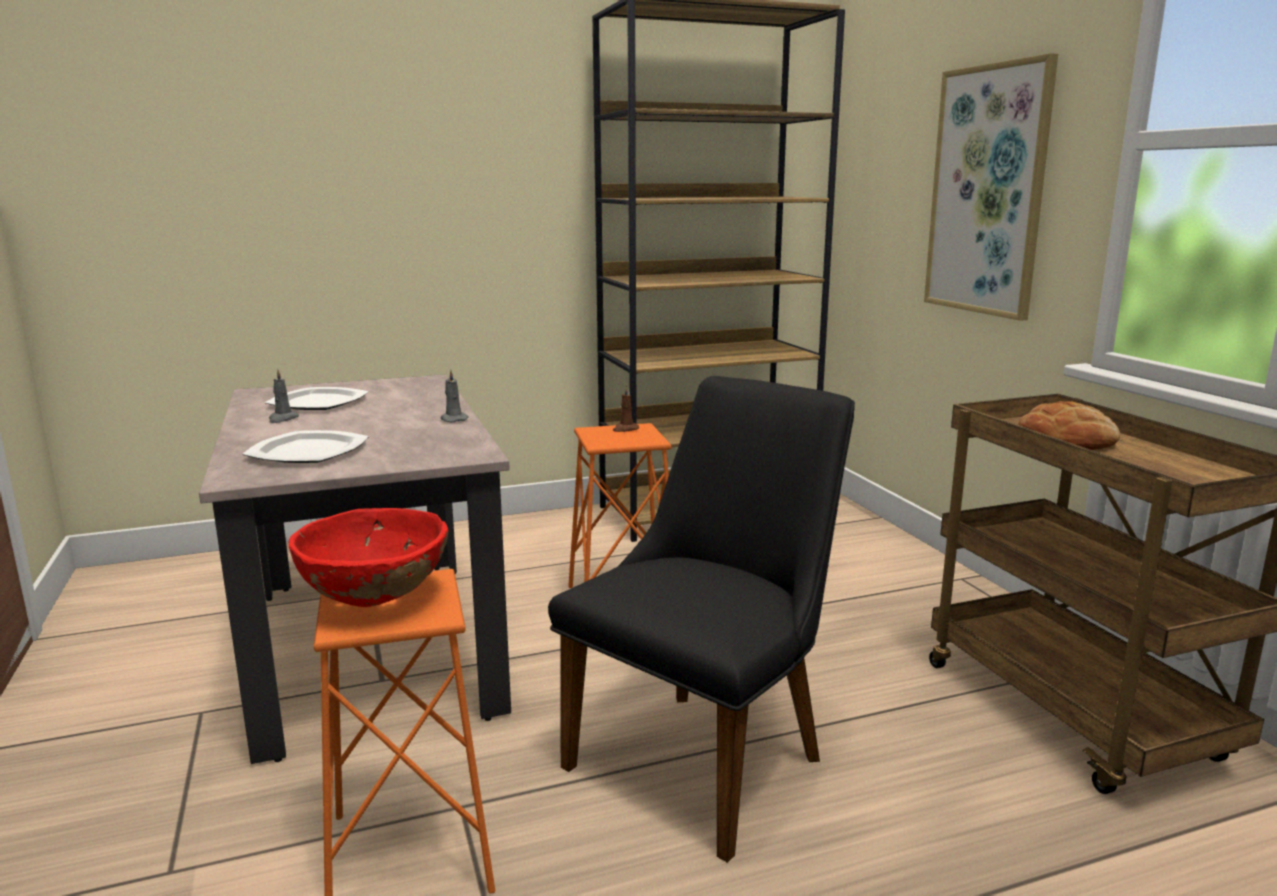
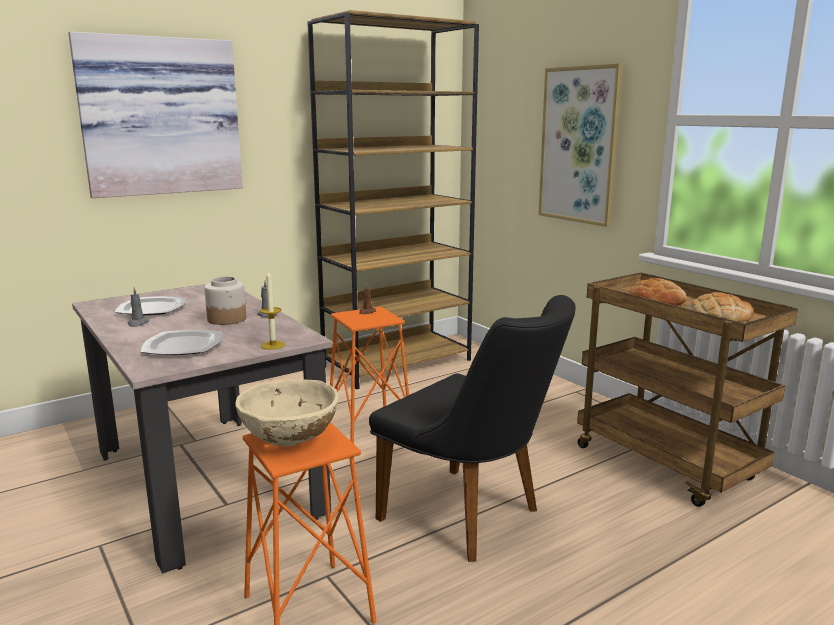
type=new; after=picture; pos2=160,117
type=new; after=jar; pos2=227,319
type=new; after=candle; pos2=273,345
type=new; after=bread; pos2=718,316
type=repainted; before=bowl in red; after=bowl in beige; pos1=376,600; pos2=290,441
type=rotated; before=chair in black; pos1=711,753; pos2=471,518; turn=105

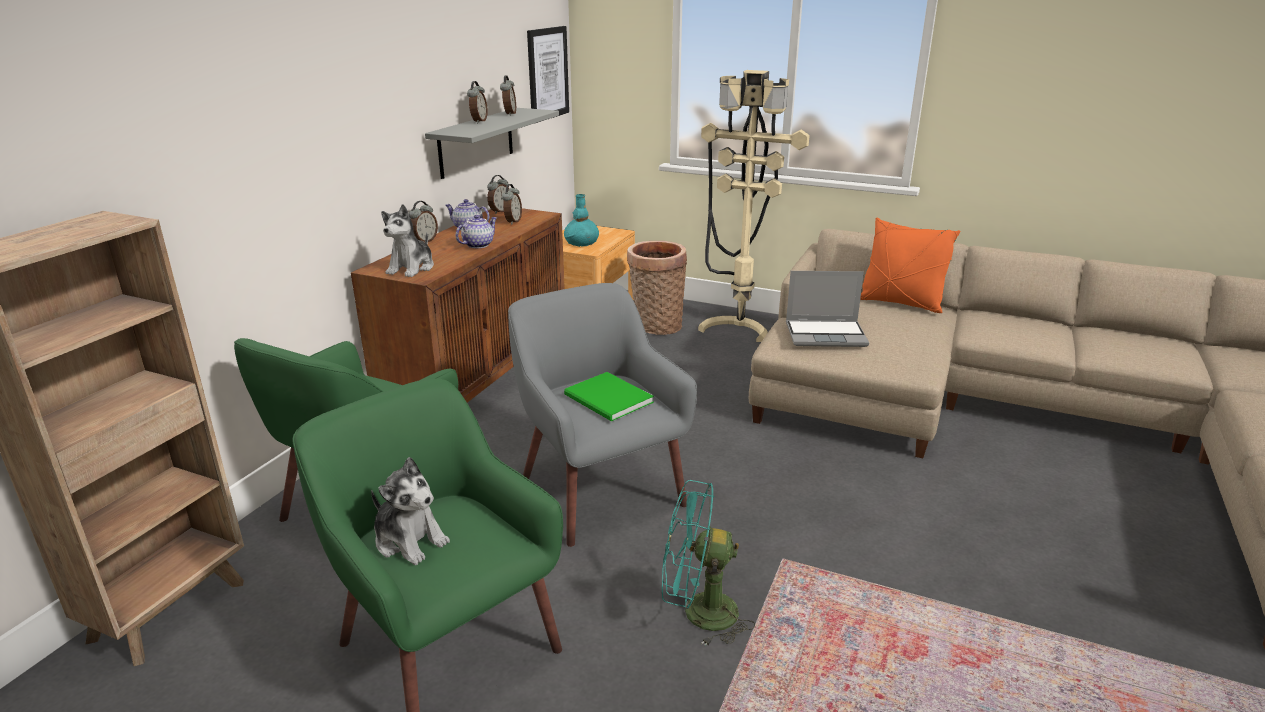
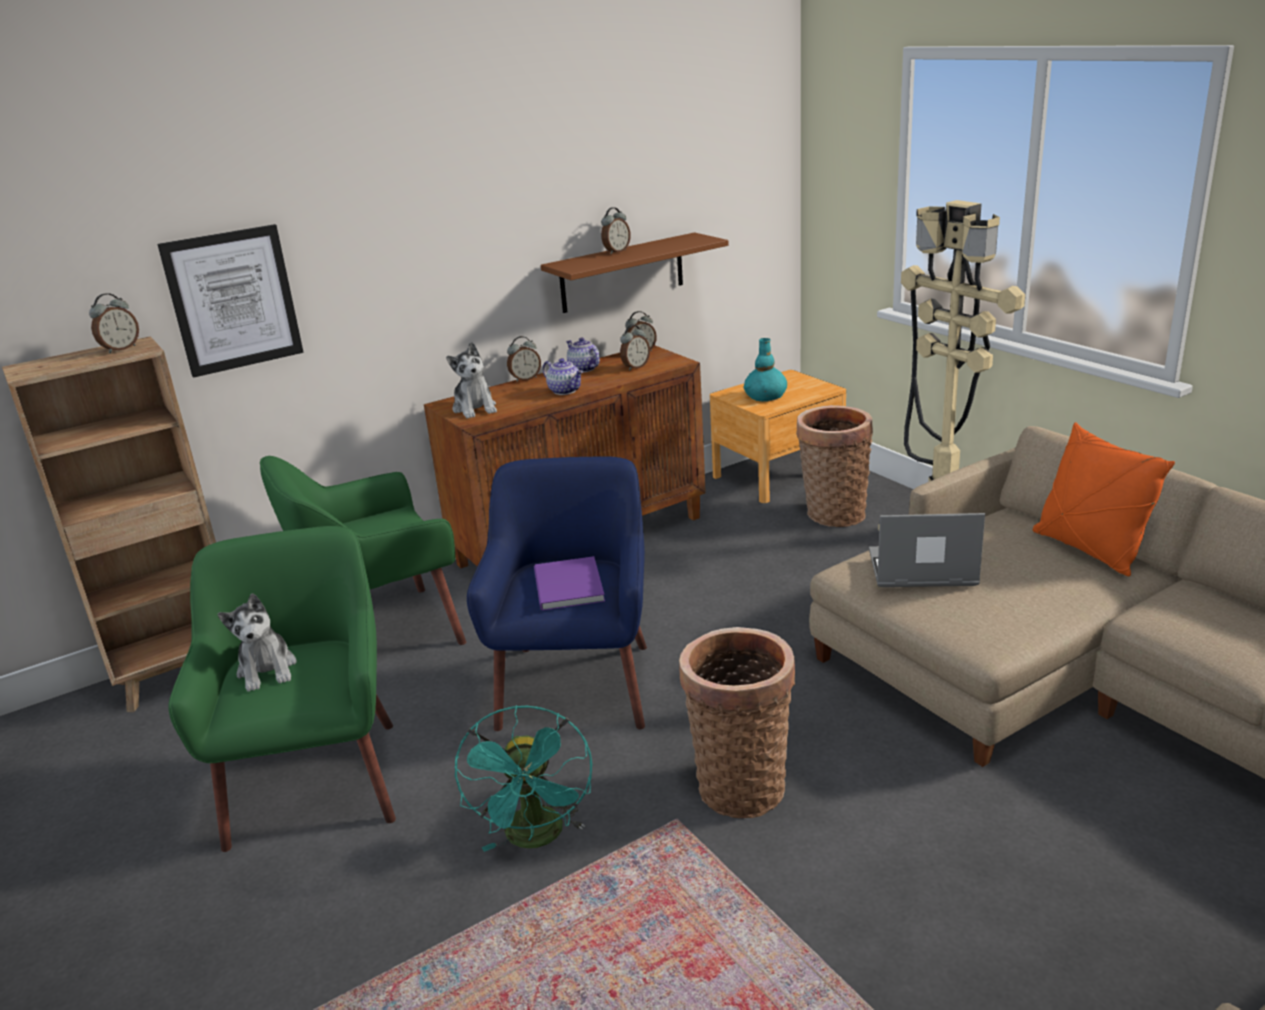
type=new; after=basket; pos2=740,784
type=shifted; before=alarm clock; pos1=509,114; pos2=120,349
type=shifted; before=picture; pos1=547,73; pos2=233,300
type=repainted; before=shelf in grey; after=shelf in brown; pos1=476,142; pos2=622,273
type=repainted; before=armchair in grey; after=armchair in blue; pos1=599,490; pos2=577,684
type=repainted; before=book in green; after=book in purple; pos1=608,400; pos2=566,587
type=rotated; before=plush toy; pos1=412,268; pos2=475,408; turn=-75
type=rotated; before=teapot; pos1=478,245; pos2=565,391; turn=60
type=rotated; before=fan in turquoise; pos1=698,613; pos2=537,838; turn=-135
type=rotated; before=laptop; pos1=826,334; pos2=920,570; turn=150

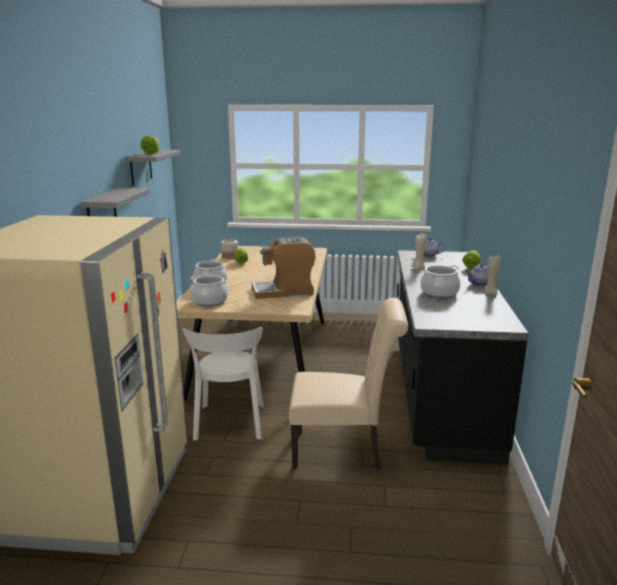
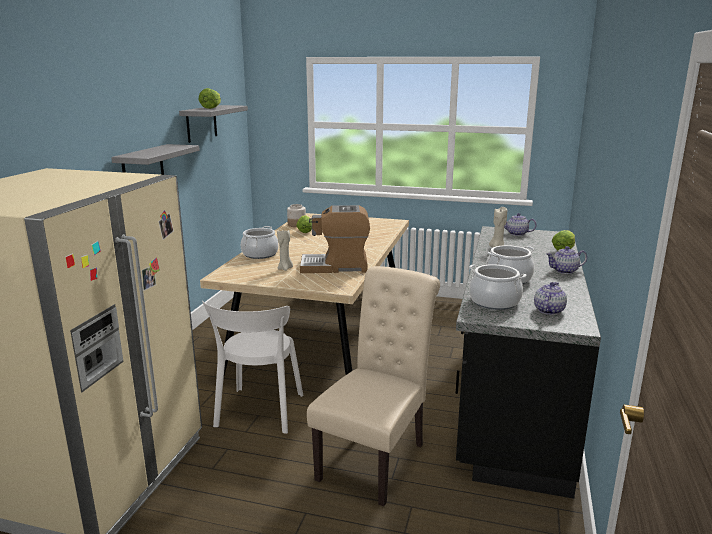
type=new; after=teapot; pos2=548,310
type=shifted; before=cooking pot; pos1=210,301; pos2=494,302
type=shifted; before=candle in beige; pos1=491,293; pos2=285,268
type=rotated; before=chair in beige; pos1=343,450; pos2=376,457; turn=-75

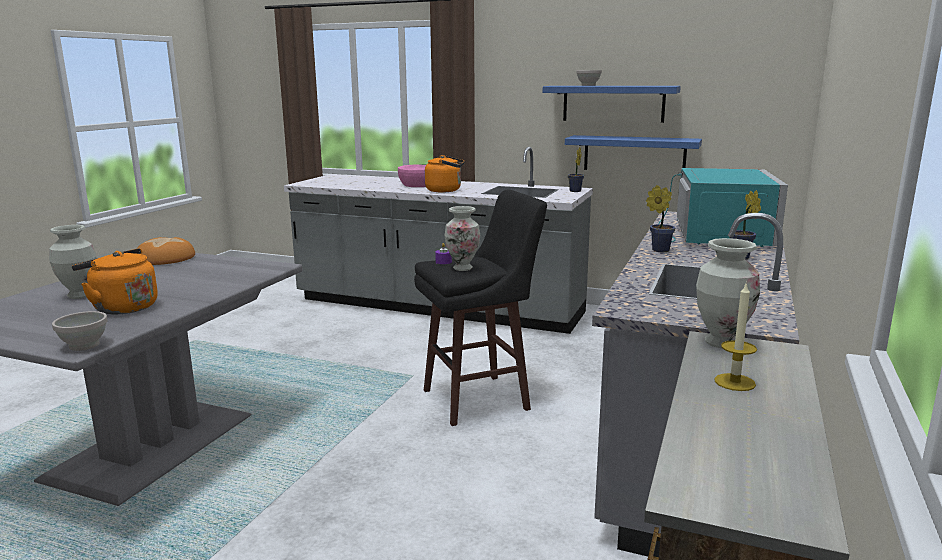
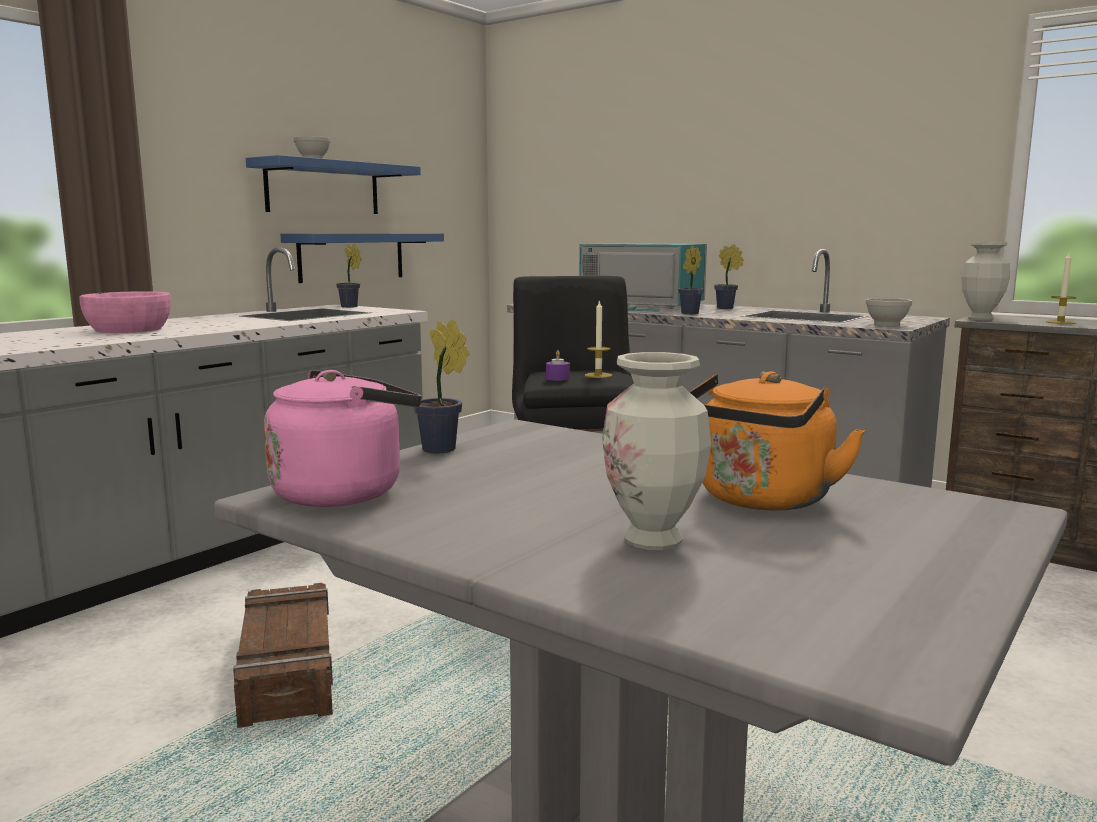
type=gone; before=kettle in orange; pos1=446,190
type=new; after=crate; pos2=289,668
type=new; after=potted plant; pos2=442,450
type=shifted; before=bowl in white; pos1=85,345; pos2=886,325
type=swapped; before=bread; after=kettle in pink; pos1=165,258; pos2=345,492
type=swapped; before=vase; after=candle; pos1=462,268; pos2=598,375

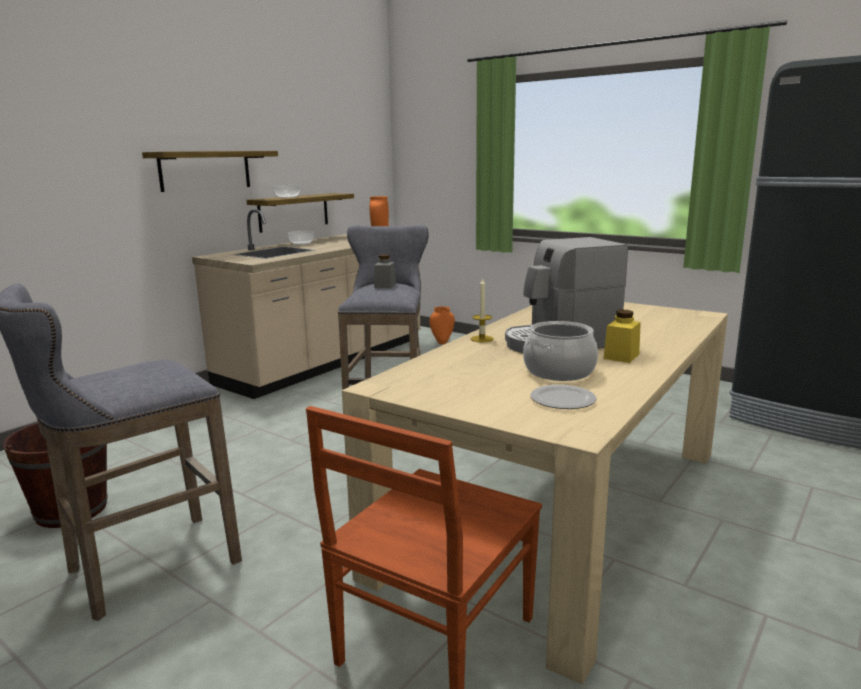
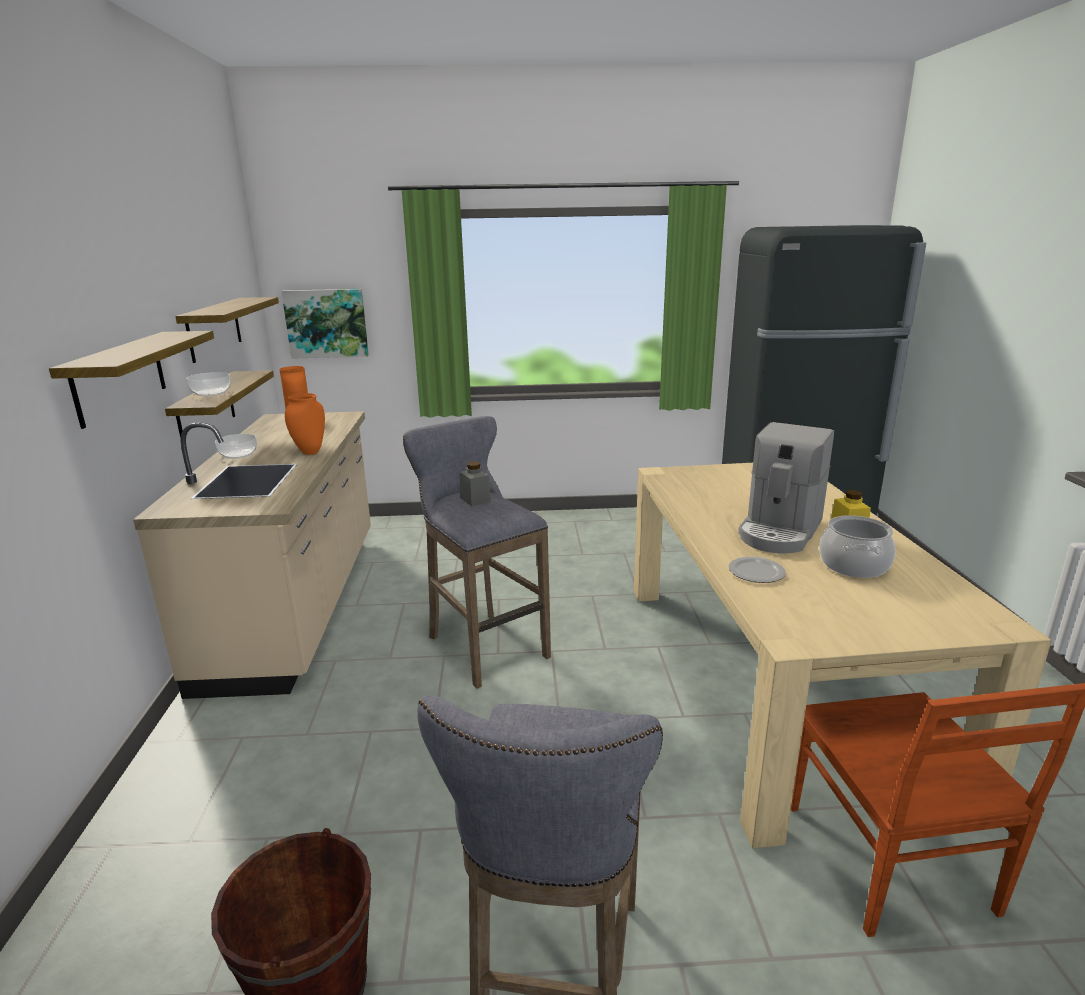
type=gone; before=candle; pos1=482,339
type=new; after=shelf; pos2=214,328
type=new; after=picture; pos2=326,323
type=shifted; before=vase in orange; pos1=442,342; pos2=309,452
type=shifted; before=plate; pos1=561,400; pos2=756,572

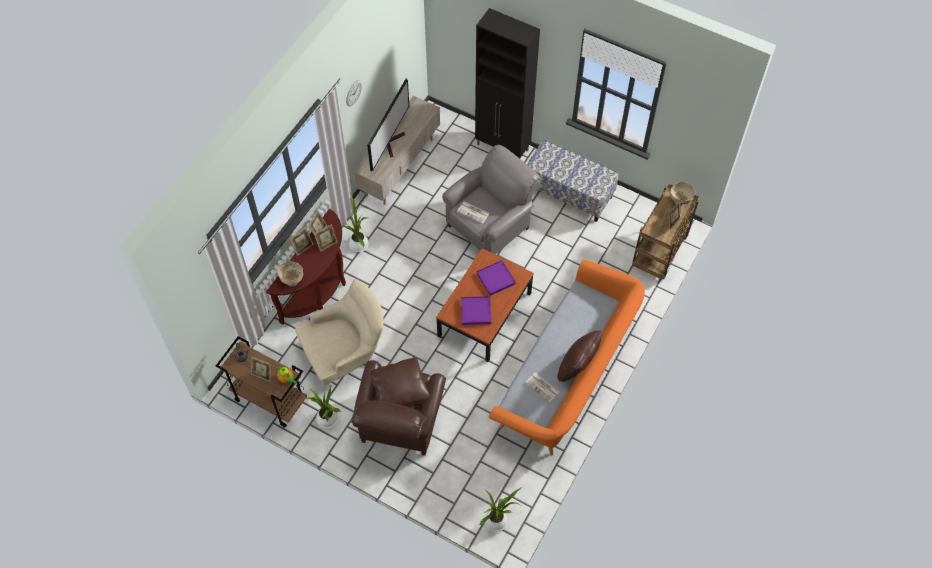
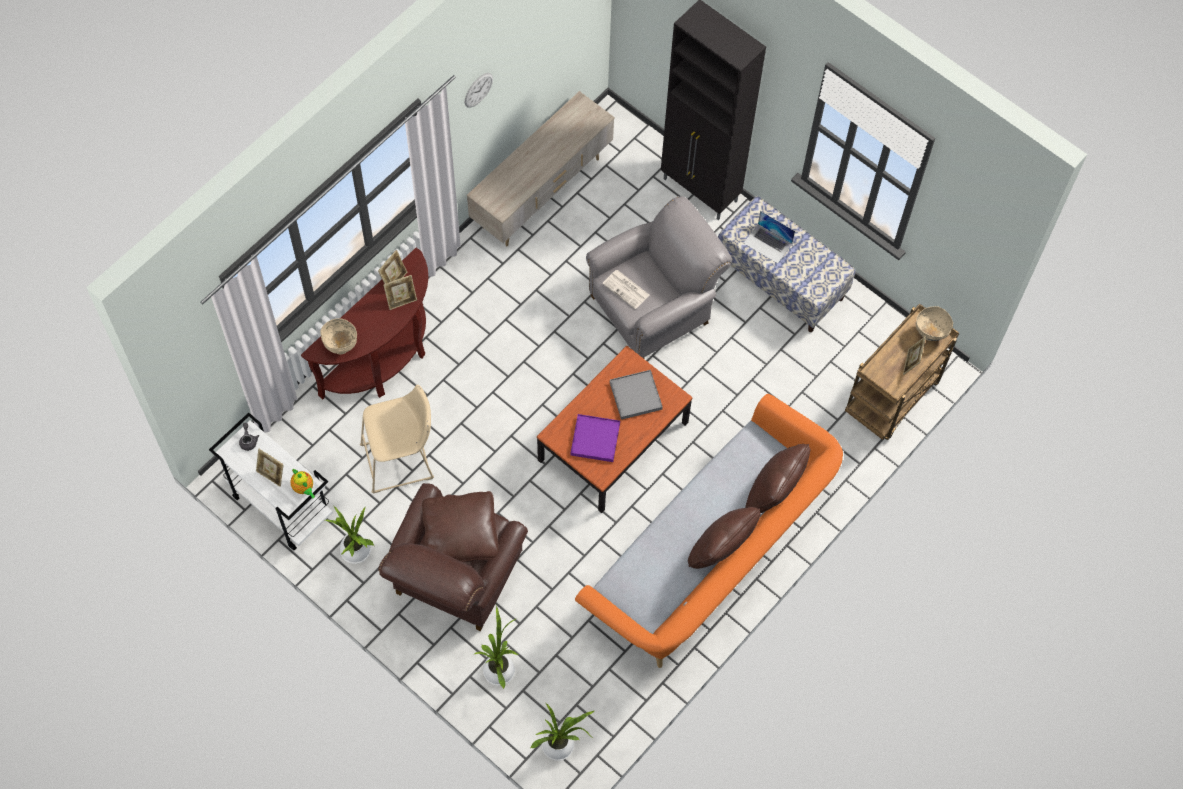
type=gone; before=picture frame; pos1=303,247
type=gone; before=television; pos1=392,142
type=gone; before=newspaper; pos1=542,387
type=new; after=laptop; pos2=768,243
type=new; after=pillow in brown; pos2=774,492
type=shifted; before=potted plant; pos1=359,243; pos2=499,668
type=swapped; before=armchair in beige; after=stool in beige; pos1=345,354; pos2=401,461
type=repainted; before=cart in brown; after=cart in white; pos1=269,399; pos2=281,505
type=repainted; before=tray in purple; after=tray in grey; pos1=496,278; pos2=635,395

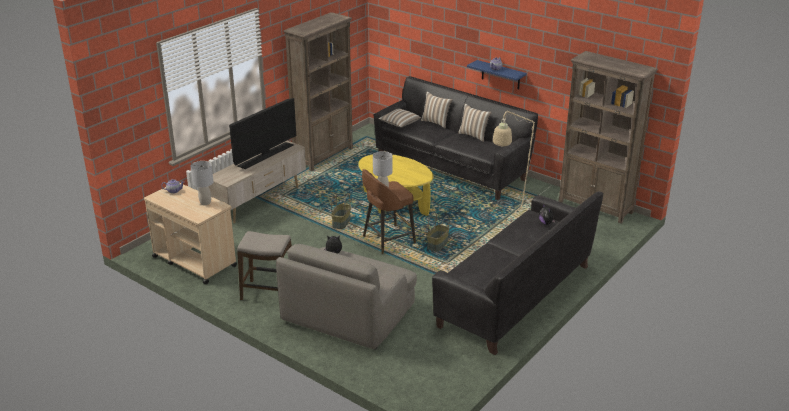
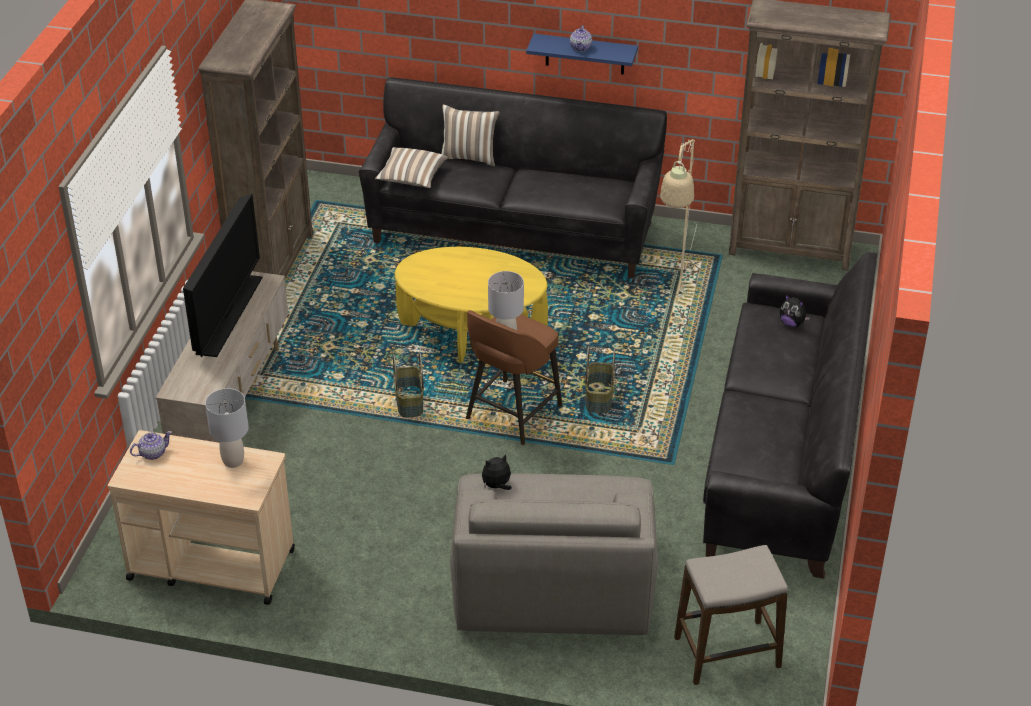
type=gone; before=pillow; pos1=474,135
type=shifted; before=stool; pos1=268,293; pos2=726,652

